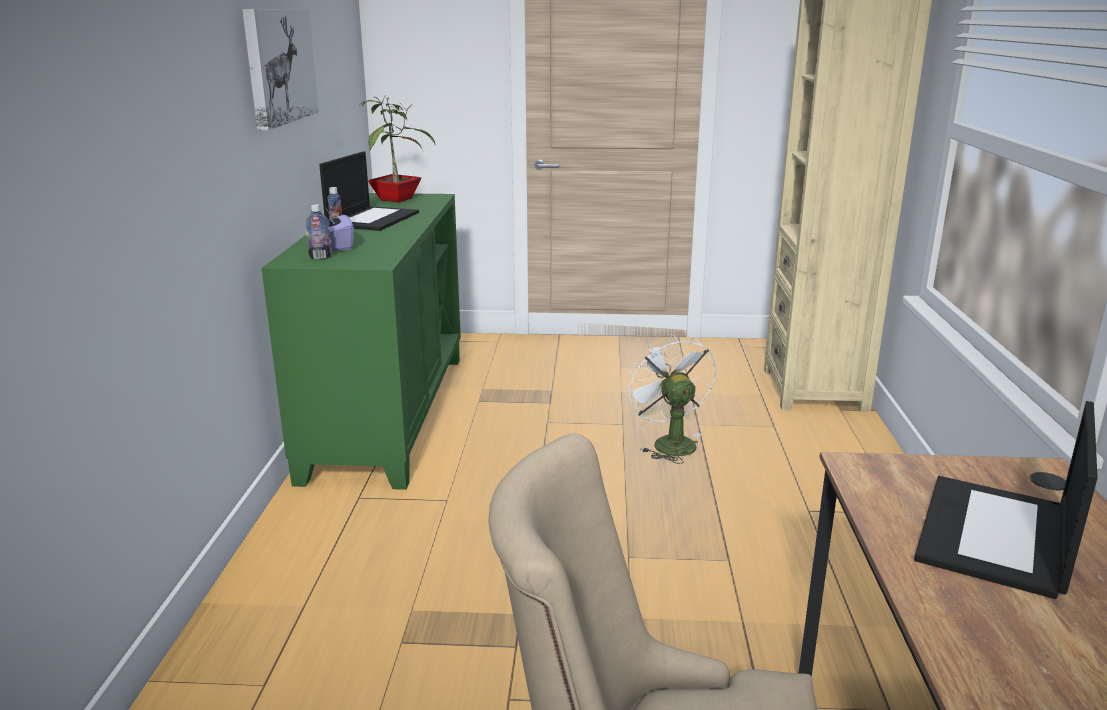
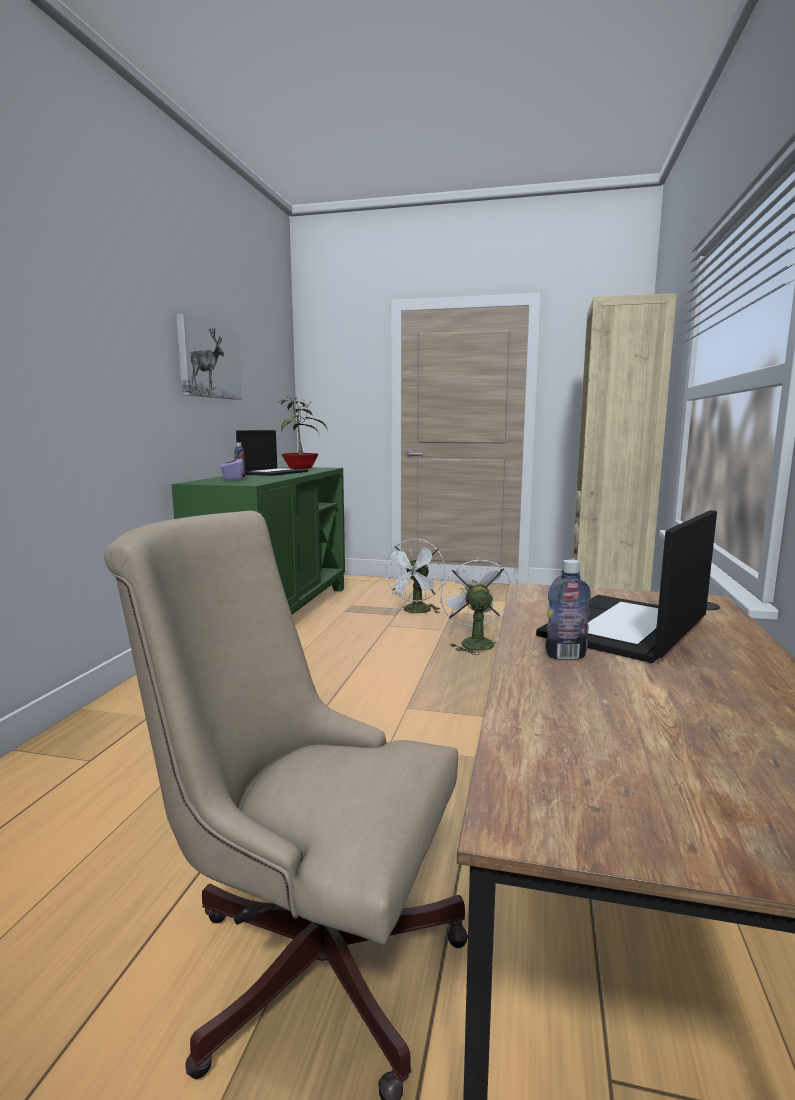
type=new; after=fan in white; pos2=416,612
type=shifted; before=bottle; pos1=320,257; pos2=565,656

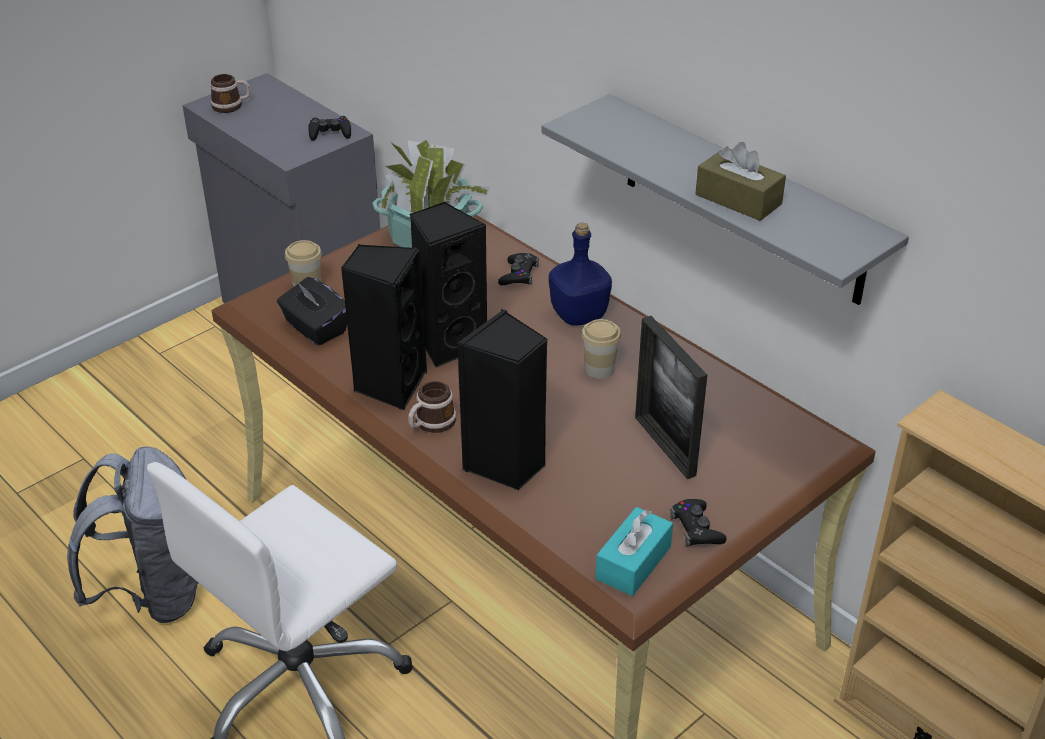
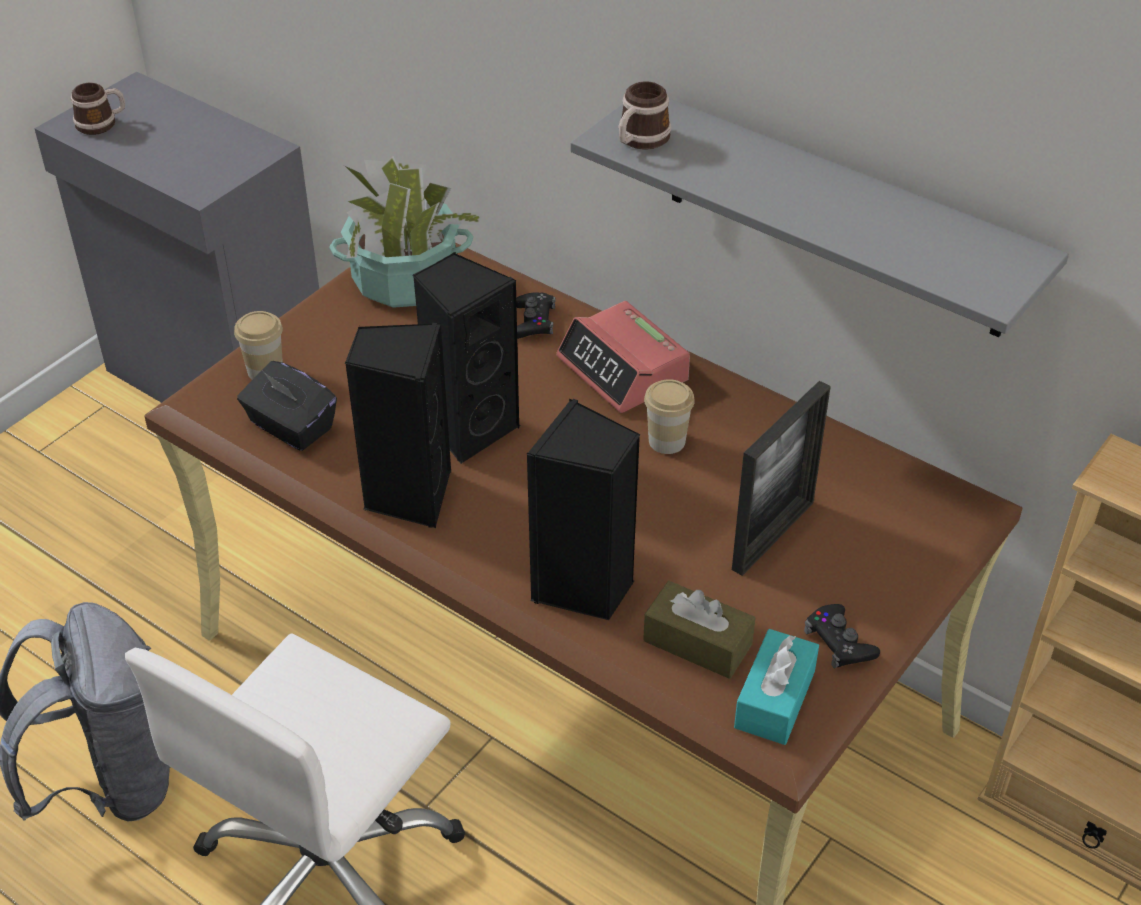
type=gone; before=game controller in black; pos1=330,133
type=shifted; before=mug; pos1=430,424; pos2=639,140
type=shifted; before=tissue box in brown; pos1=738,199; pos2=697,642
type=swapped; before=bottle in blue; after=alarm clock; pos1=579,315; pos2=623,369
type=rotated; before=picture frame; pos1=664,446; pos2=773,535; turn=-105

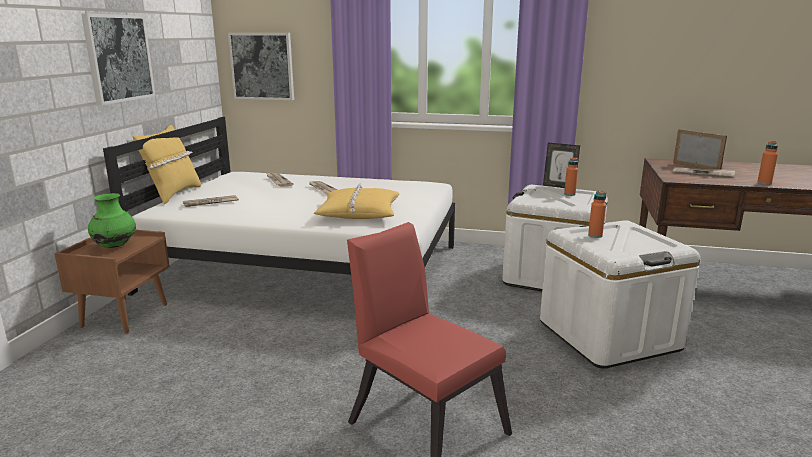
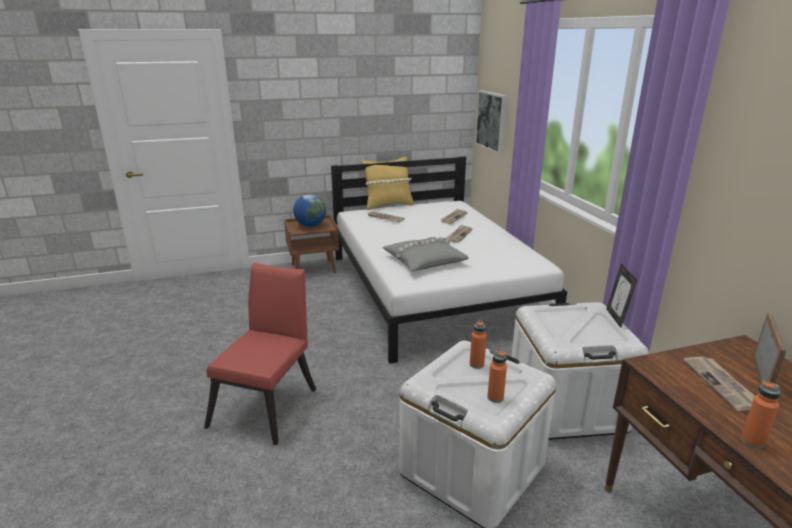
type=gone; before=picture; pos1=118,58
type=shifted; before=bottle in orange; pos1=569,194; pos2=495,397
type=swapped; before=vase in green; after=globe; pos1=115,246; pos2=310,226
type=repainted; before=pillow in yellow; after=pillow in grey; pos1=359,213; pos2=424,260

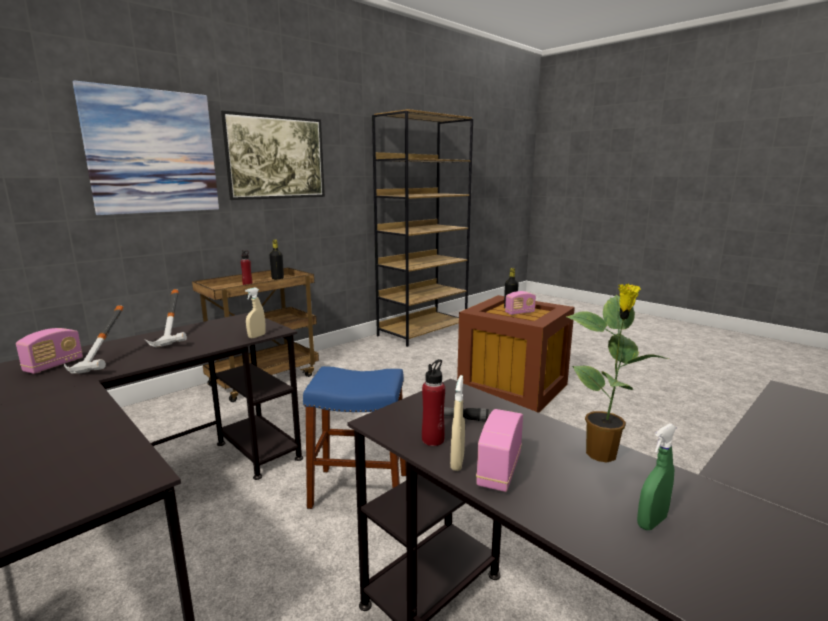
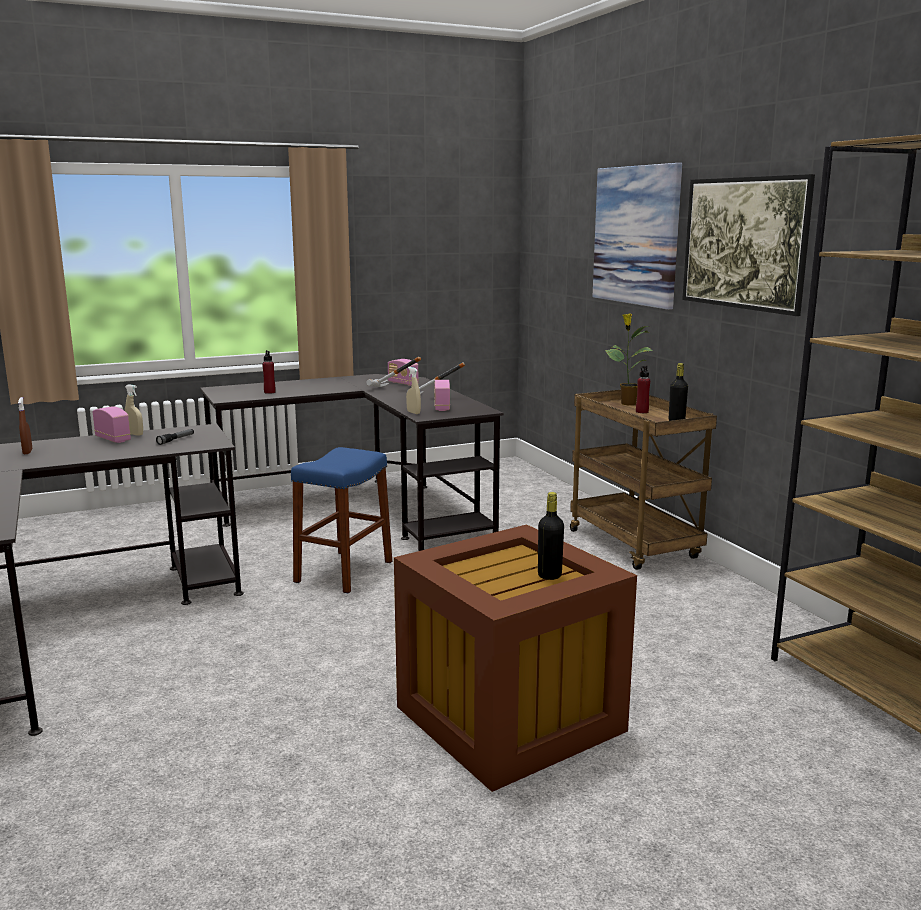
type=shifted; before=bottle in red; pos1=433,440; pos2=269,392
type=shifted; before=radio; pos1=519,313; pos2=442,407
type=shifted; before=potted plant; pos1=602,455; pos2=627,403
type=repainted; before=spray bottle in green; after=spray bottle in brown; pos1=651,522; pos2=27,452

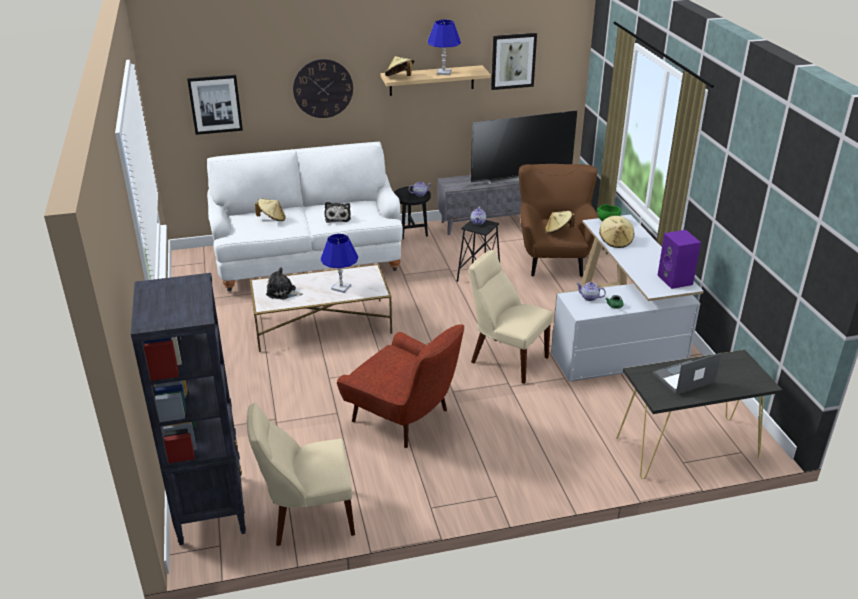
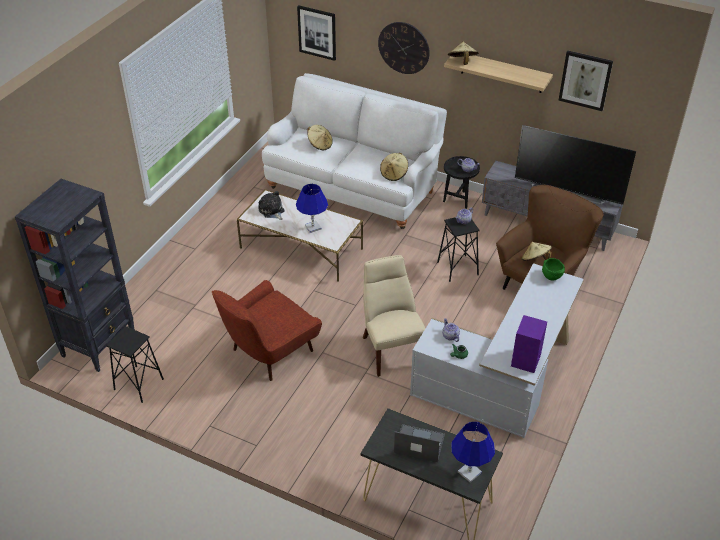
type=gone; before=plush toy; pos1=338,217
type=shifted; before=table lamp in blue; pos1=443,72; pos2=469,472
type=shifted; before=hat in beige; pos1=615,241; pos2=394,174
type=swapped; before=chair in beige; after=stool in black; pos1=308,517; pos2=139,384
type=rotated; before=armchair in red; pos1=405,418; pos2=269,353; turn=60

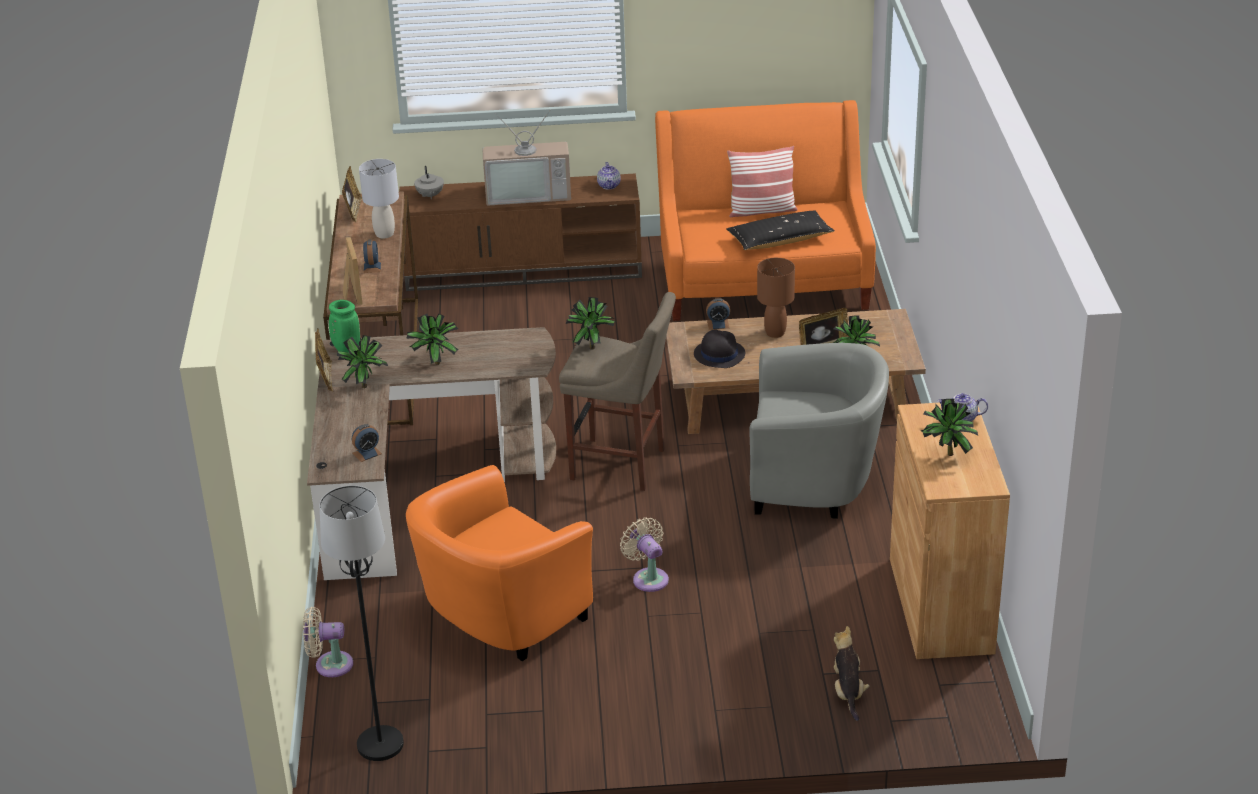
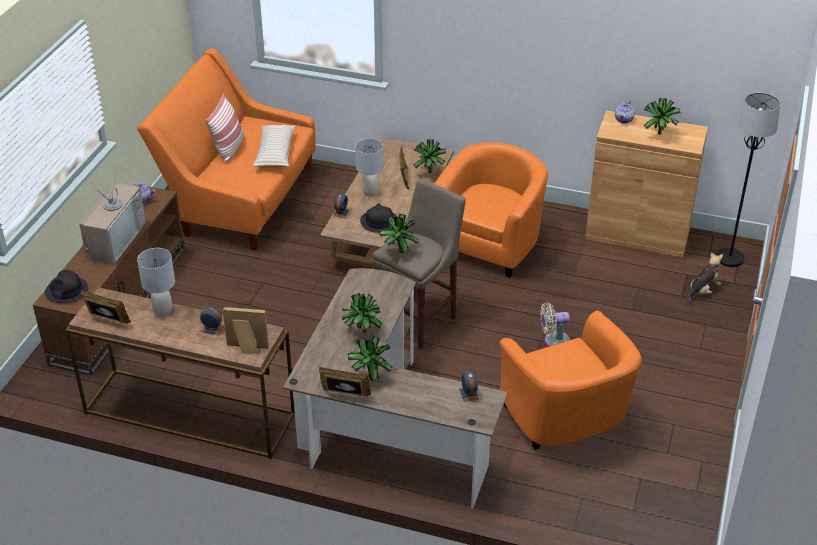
type=gone; before=fan in beige; pos1=329,665
type=gone; before=vase in green; pos1=346,350
type=shifted; before=floor lamp in black; pos1=380,745; pos2=730,258
type=swapped; before=teapot in grey; after=hat in black; pos1=430,196; pos2=67,291
type=repainted; before=pillow in black; after=pillow in beige; pos1=780,240; pos2=275,153
type=repainted; before=armchair in grey; after=armchair in orange; pos1=815,482; pos2=490,244
type=repainted; before=table lamp in brown; after=table lamp in grey; pos1=774,333; pos2=370,193
type=rotated; before=plush toy; pos1=848,692; pos2=703,291; turn=120

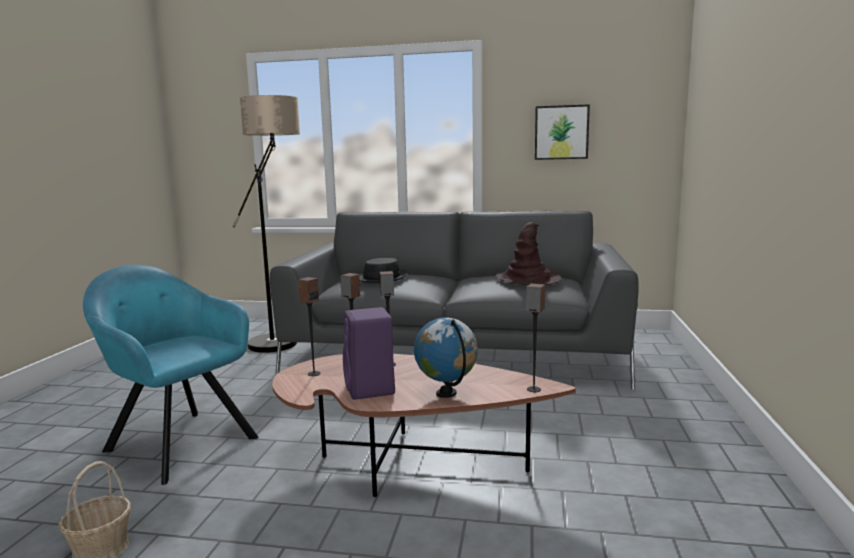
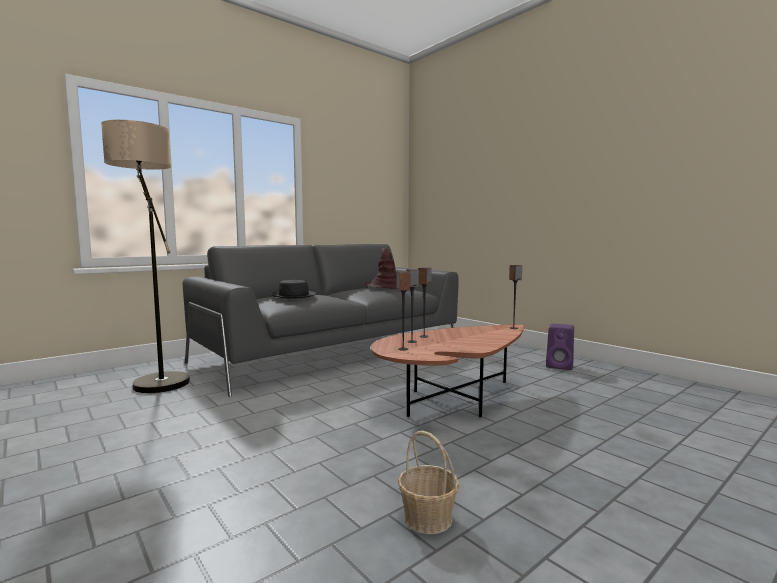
type=gone; before=armchair in turquoise; pos1=178,442
type=gone; before=globe; pos1=446,393
type=gone; before=picture; pos1=561,132
type=shifted; before=speaker in purple; pos1=370,390; pos2=560,366

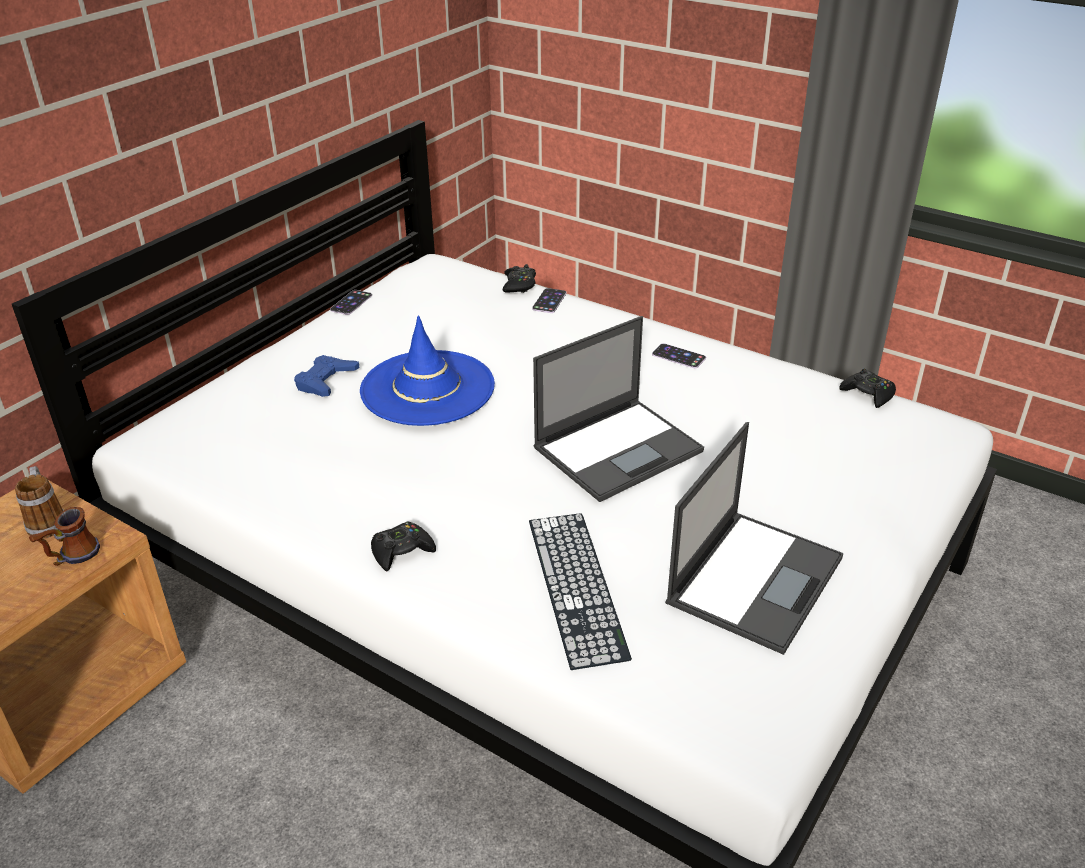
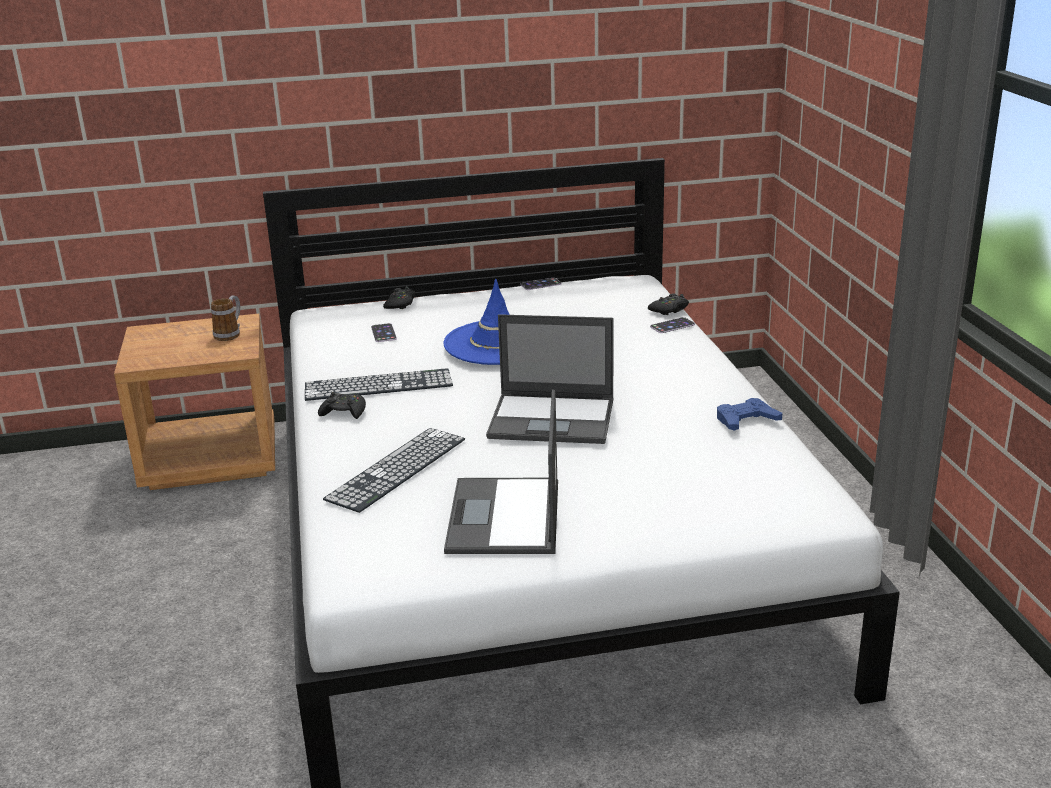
type=gone; before=mug; pos1=71,557
type=new; after=keyboard; pos2=378,385
type=shifted; before=game controller in blue; pos1=326,381; pos2=746,420
type=shifted; before=phone; pos1=678,356; pos2=383,333
type=shifted; before=game controller in black; pos1=868,394; pos2=400,304
type=rotated; before=laptop; pos1=755,578; pos2=504,518; turn=105

